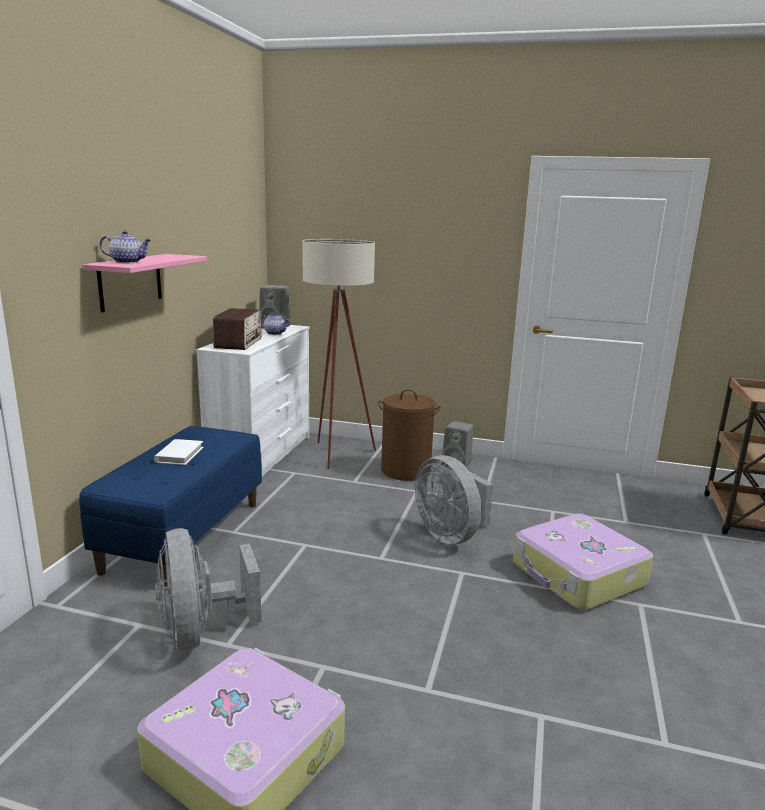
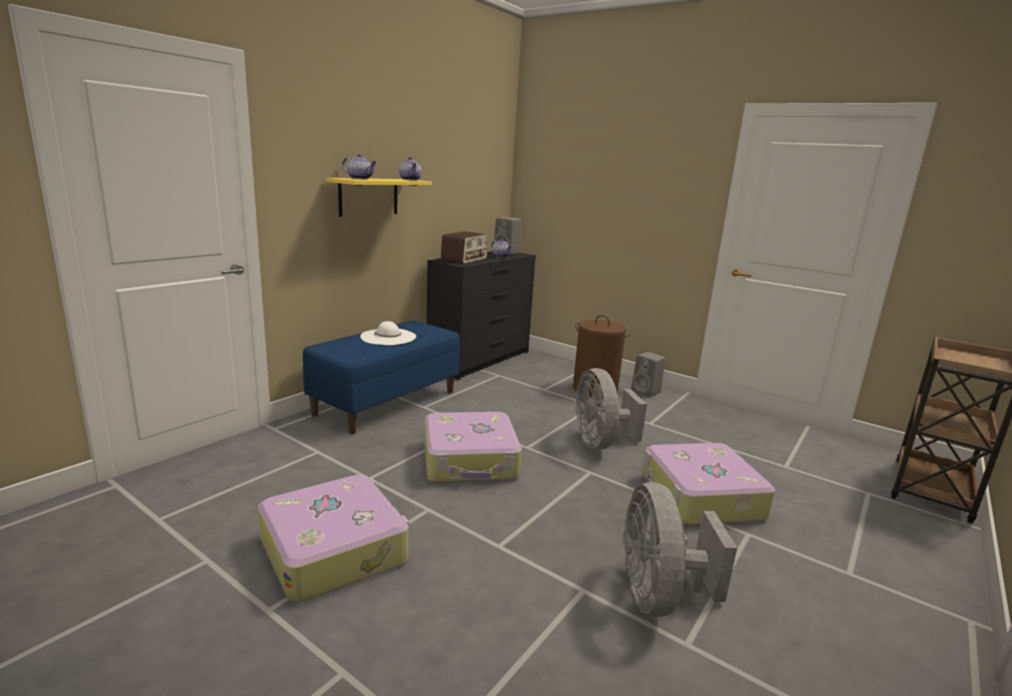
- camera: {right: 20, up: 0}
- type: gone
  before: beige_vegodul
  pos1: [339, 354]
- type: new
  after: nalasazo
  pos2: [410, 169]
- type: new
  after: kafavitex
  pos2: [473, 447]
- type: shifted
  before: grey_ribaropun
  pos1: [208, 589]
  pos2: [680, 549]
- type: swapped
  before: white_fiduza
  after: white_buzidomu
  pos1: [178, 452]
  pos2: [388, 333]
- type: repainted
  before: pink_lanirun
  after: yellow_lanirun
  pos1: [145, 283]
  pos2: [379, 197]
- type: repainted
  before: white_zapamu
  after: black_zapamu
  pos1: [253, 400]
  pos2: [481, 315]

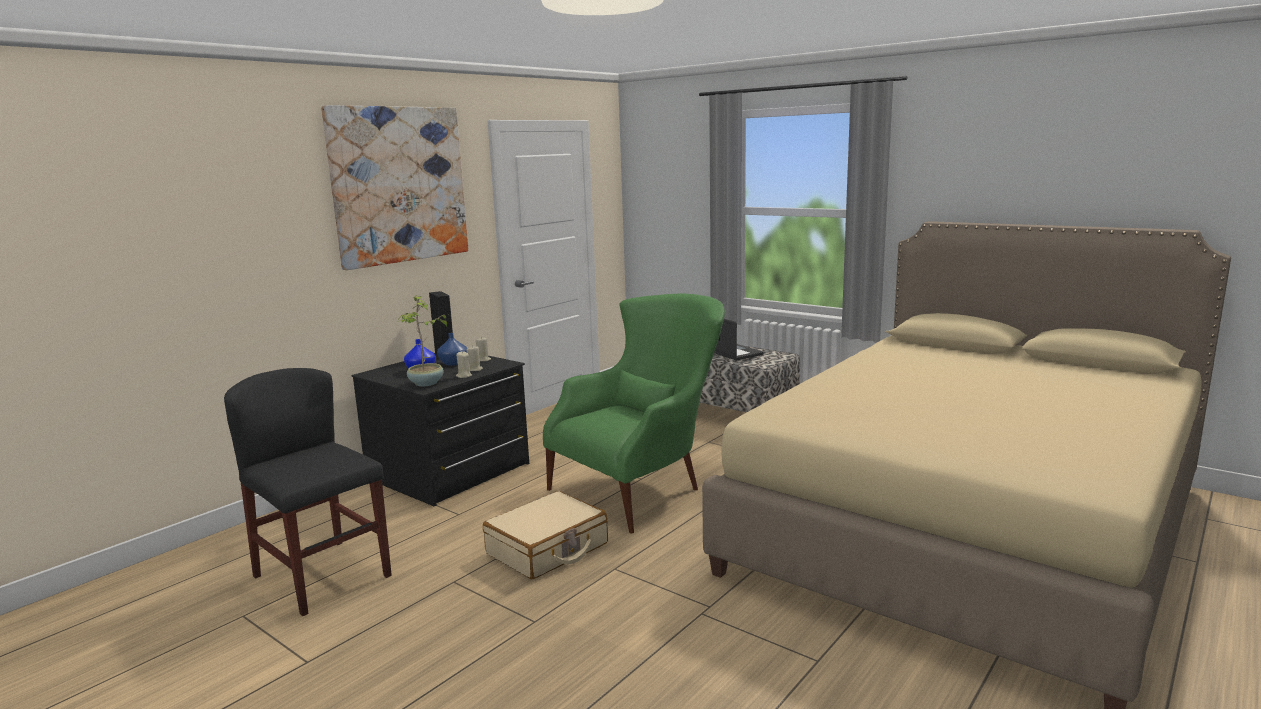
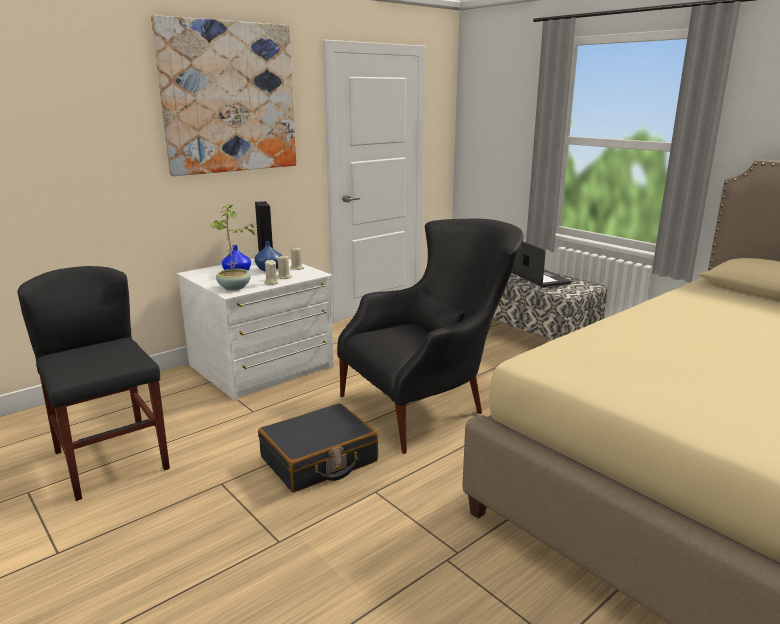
- camera: {right: 10, up: 5}
- type: repainted
  before: black_zapamu
  after: white_zapamu
  pos1: [440, 429]
  pos2: [255, 330]
- type: repainted
  before: beige_kafavitex
  after: black_kafavitex
  pos1: [545, 535]
  pos2: [318, 447]
- type: repainted
  before: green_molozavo
  after: black_molozavo
  pos1: [634, 413]
  pos2: [430, 336]

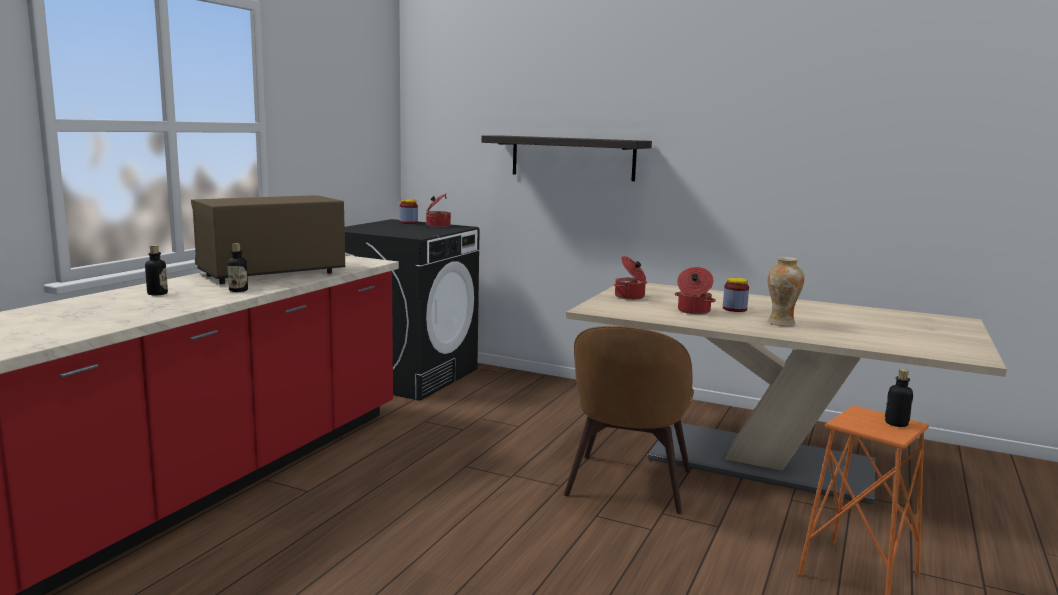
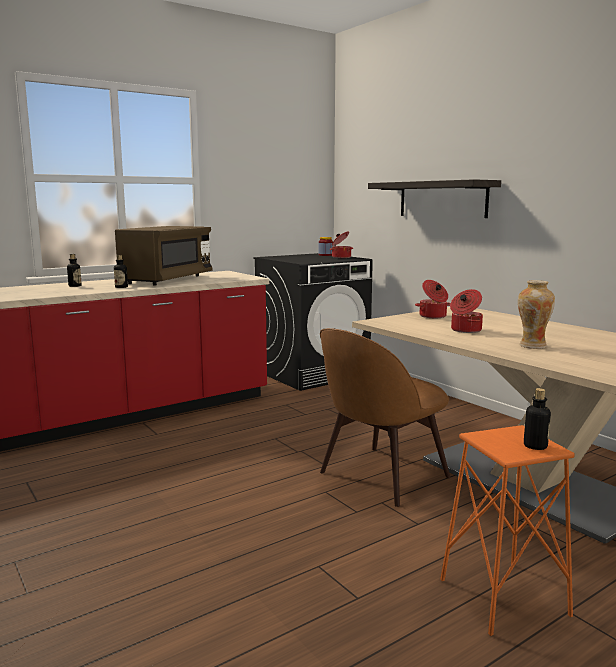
- camera: {right: 30, up: 0}
- type: gone
  before: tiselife
  pos1: [736, 295]
- type: rotated
  before: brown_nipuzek
  pos1: [268, 239]
  pos2: [163, 256]
  turn: 120

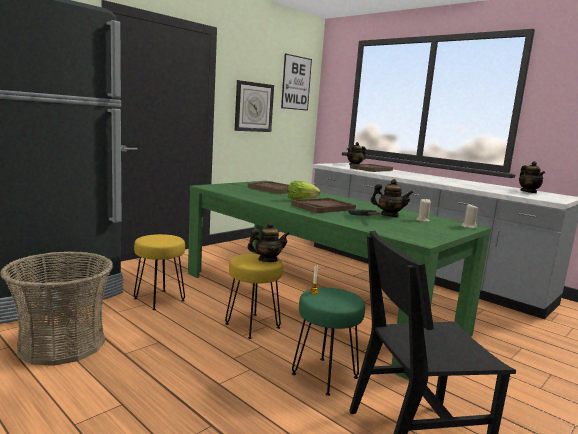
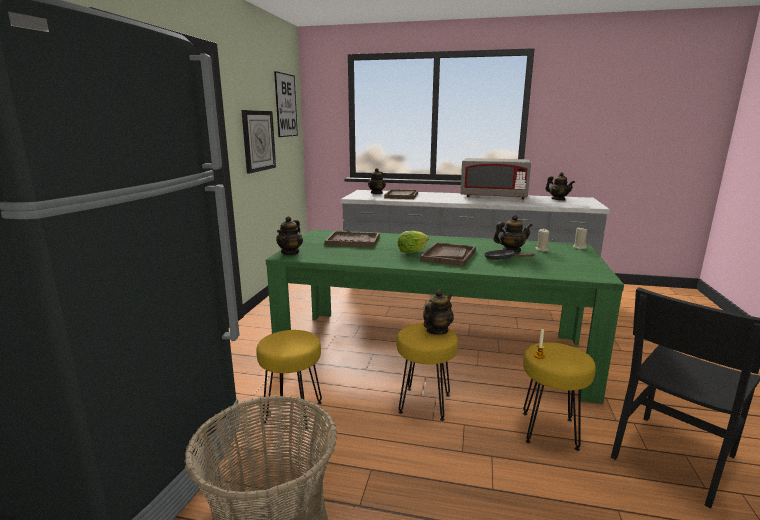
- camera: {right: -30, up: 5}
- type: new
  after: nalasazo
  pos2: [289, 235]
- type: new
  after: grey_nipuzek
  pos2: [495, 179]
- type: repainted
  before: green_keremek
  after: yellow_keremek
  pos1: [328, 341]
  pos2: [559, 396]

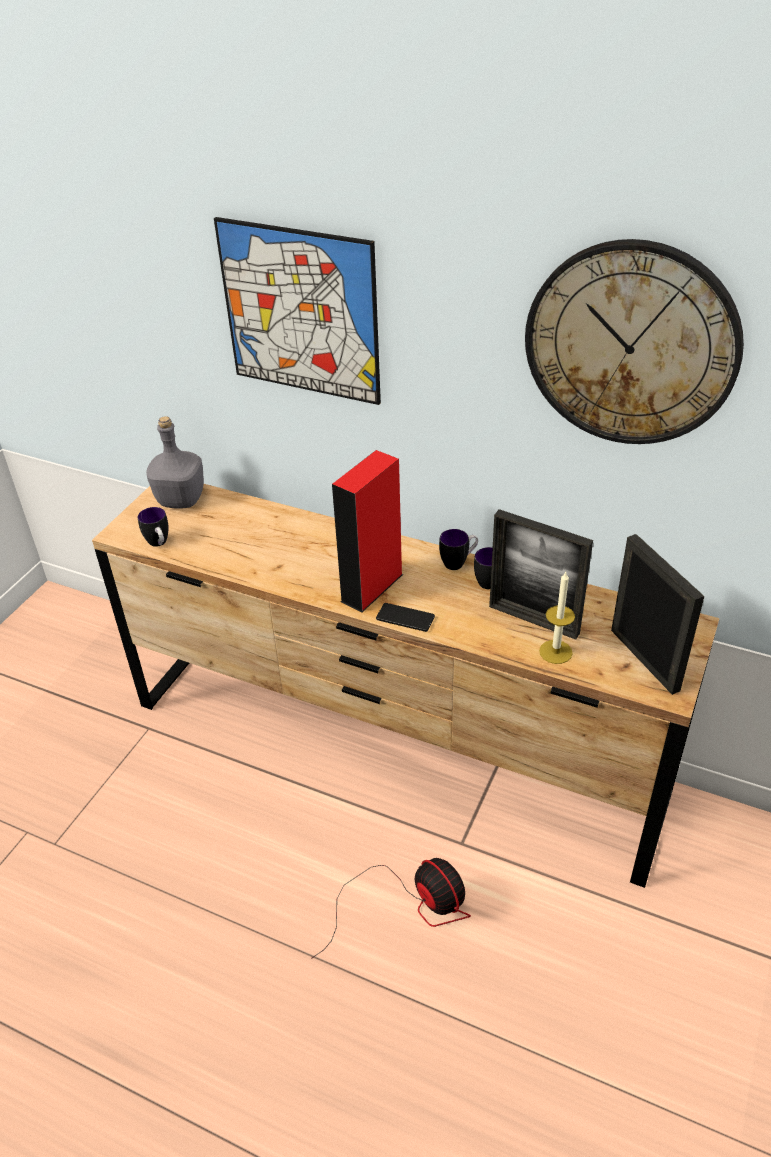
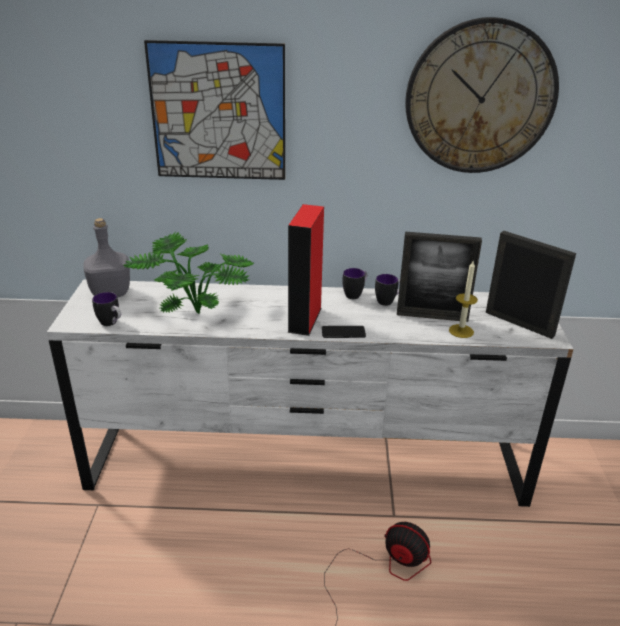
- camera: {right: -25, up: -10}
- type: new
  after: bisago
  pos2: [189, 273]
- type: repainted
  before: brown_zapamu
  after: white_zapamu
  pos1: [405, 686]
  pos2: [310, 393]

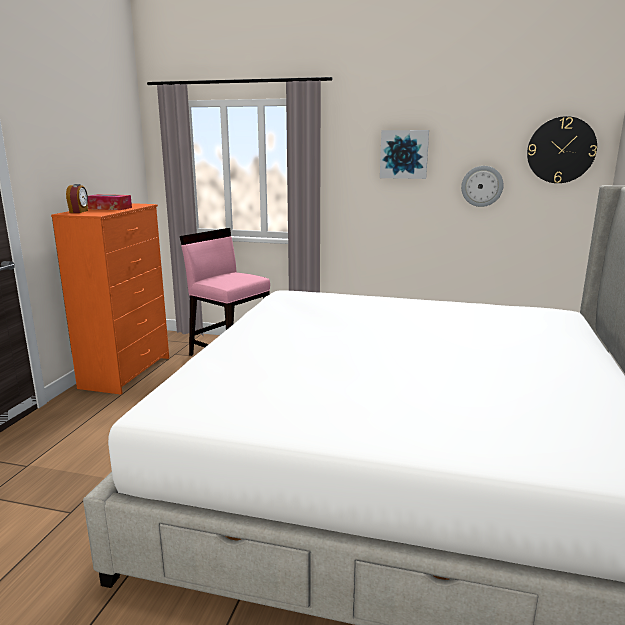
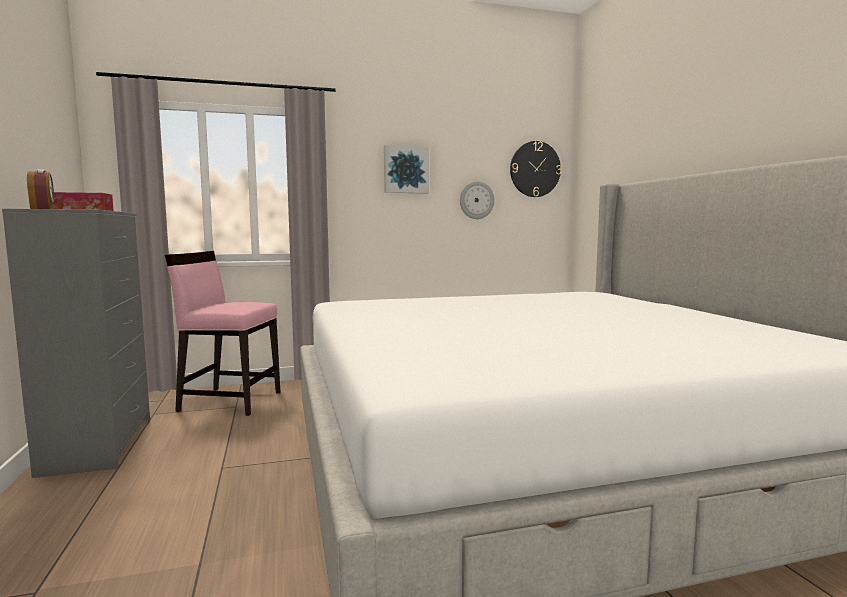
- camera: {right: -30, up: -10}
- type: repainted
  before: orange_zapamu
  after: grey_zapamu
  pos1: [110, 299]
  pos2: [76, 343]

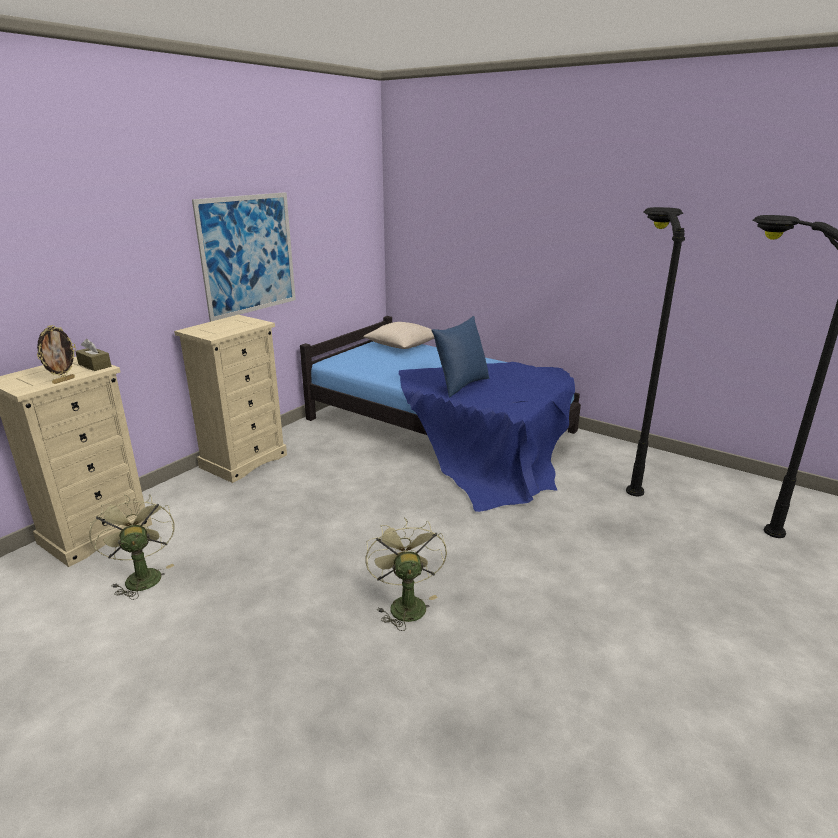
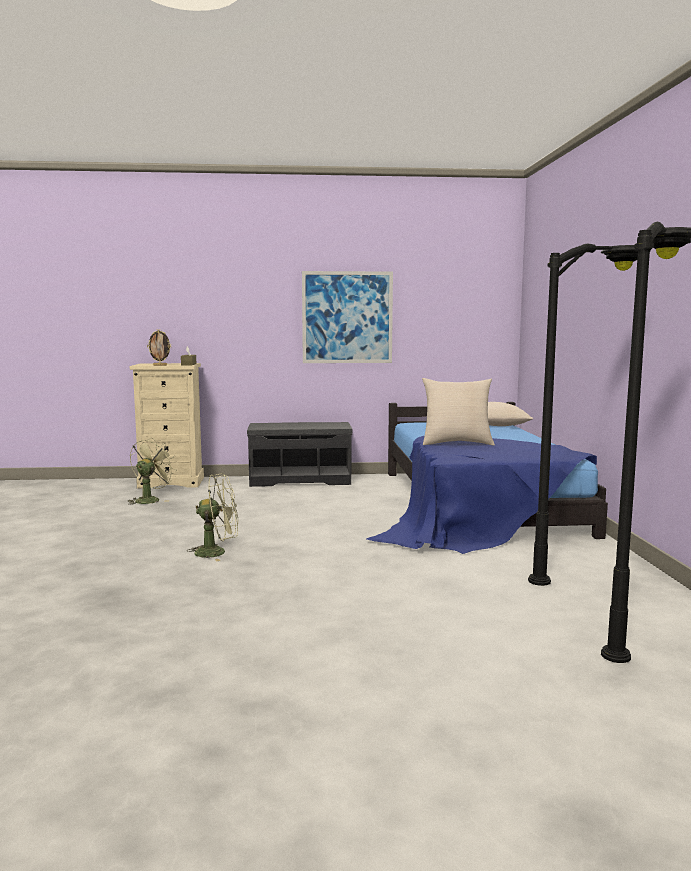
- camera: {right: 50, up: -15}
- type: swapped
  before: beige_zapamu
  after: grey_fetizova
  pos1: [230, 399]
  pos2: [300, 454]
- type: repainted
  before: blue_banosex
  after: beige_banosex
  pos1: [460, 356]
  pos2: [458, 411]
- type: rotated
  before: green_ribaropun
  pos1: [406, 574]
  pos2: [212, 517]
  turn: 45

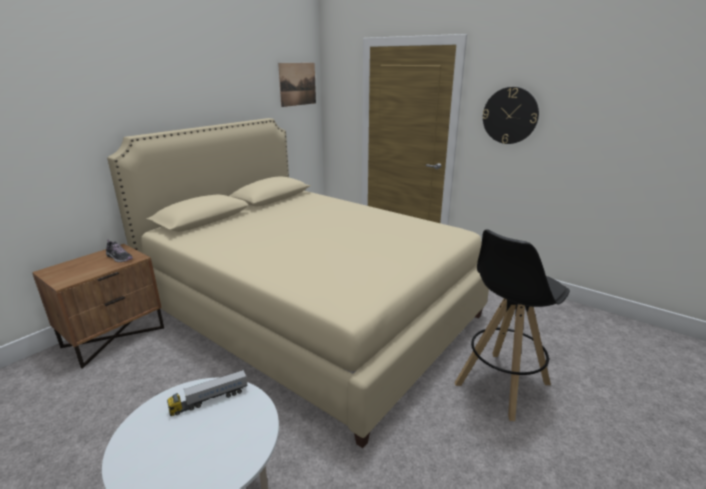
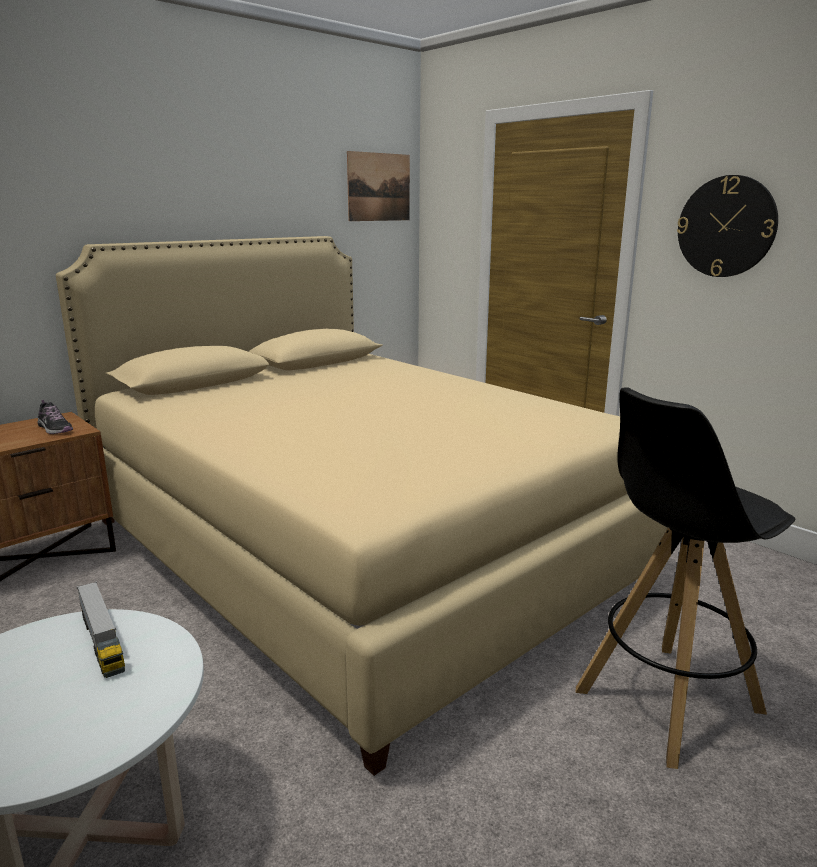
- camera: {right: 10, up: -5}
- type: rotated
  before: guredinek
  pos1: [207, 393]
  pos2: [101, 629]
  turn: -105

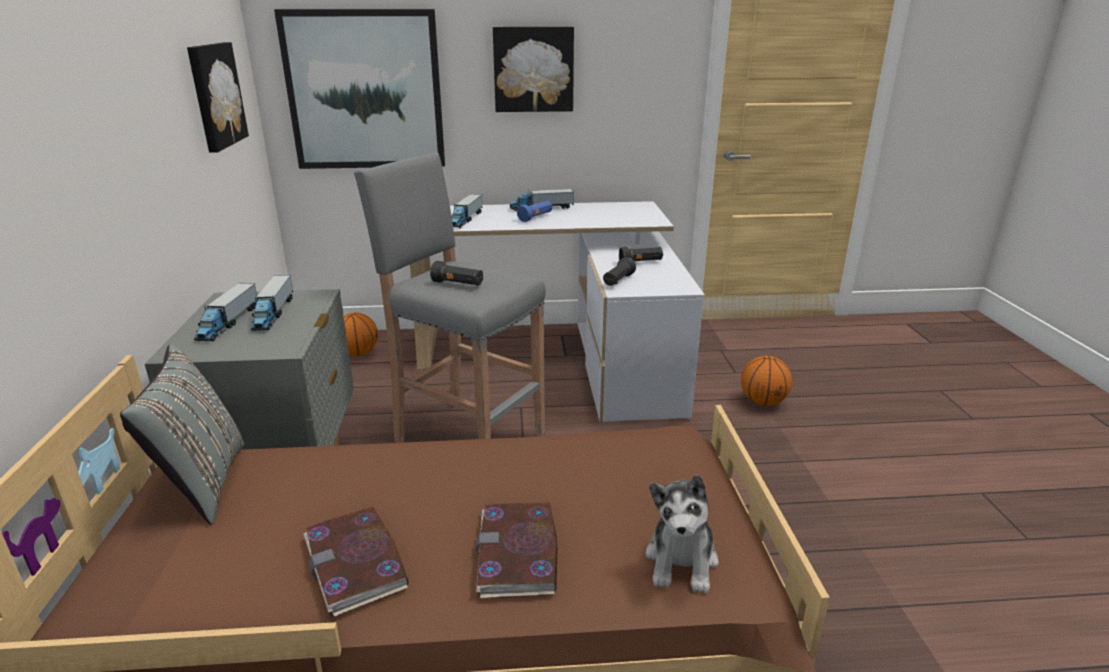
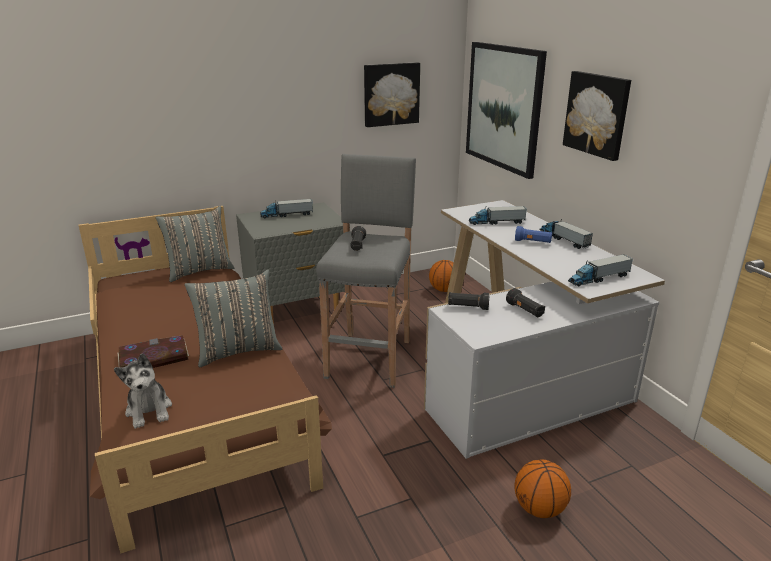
- camera: {right: 70, up: 0}
- type: gone
  before: fiduza
  pos1: [356, 562]
- type: new
  after: grey_banosex
  pos2: [233, 318]
- type: shifted
  before: guredinek
  pos1: [272, 303]
  pos2: [600, 270]
- type: rotated
  before: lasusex
  pos1: [682, 534]
  pos2: [143, 391]
  turn: -105

